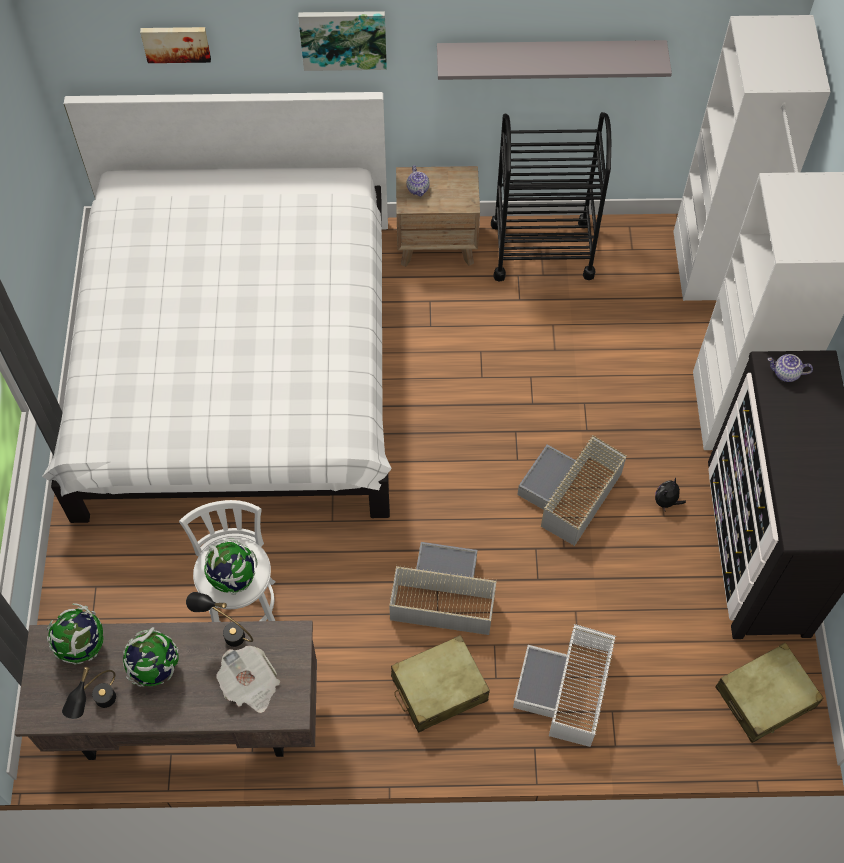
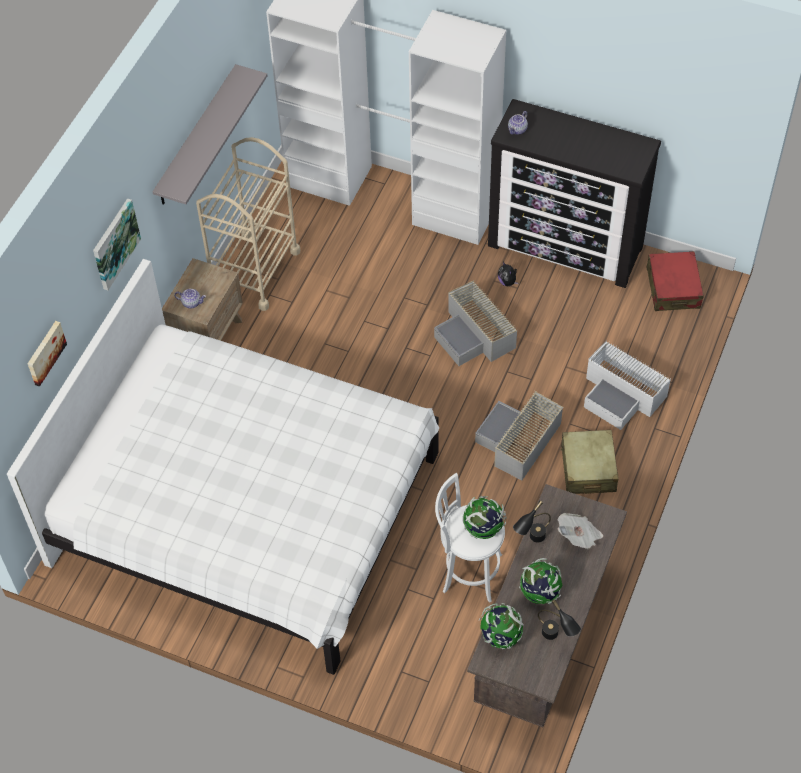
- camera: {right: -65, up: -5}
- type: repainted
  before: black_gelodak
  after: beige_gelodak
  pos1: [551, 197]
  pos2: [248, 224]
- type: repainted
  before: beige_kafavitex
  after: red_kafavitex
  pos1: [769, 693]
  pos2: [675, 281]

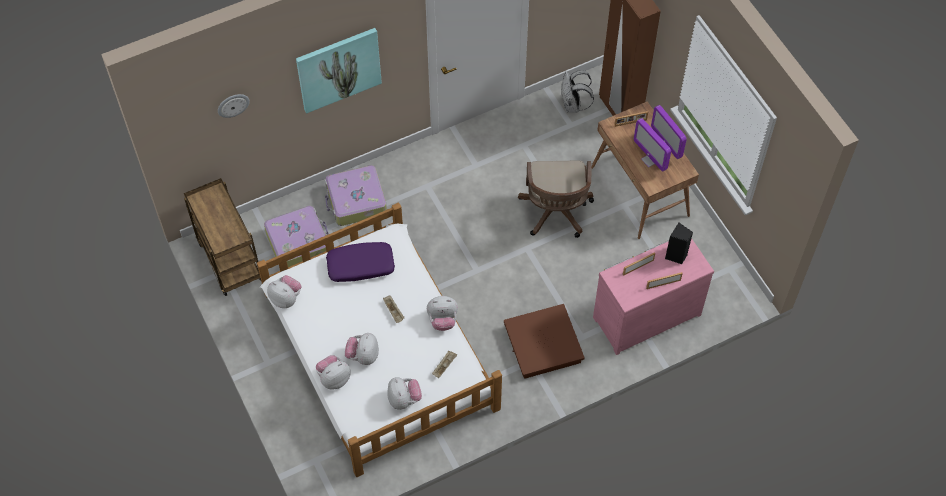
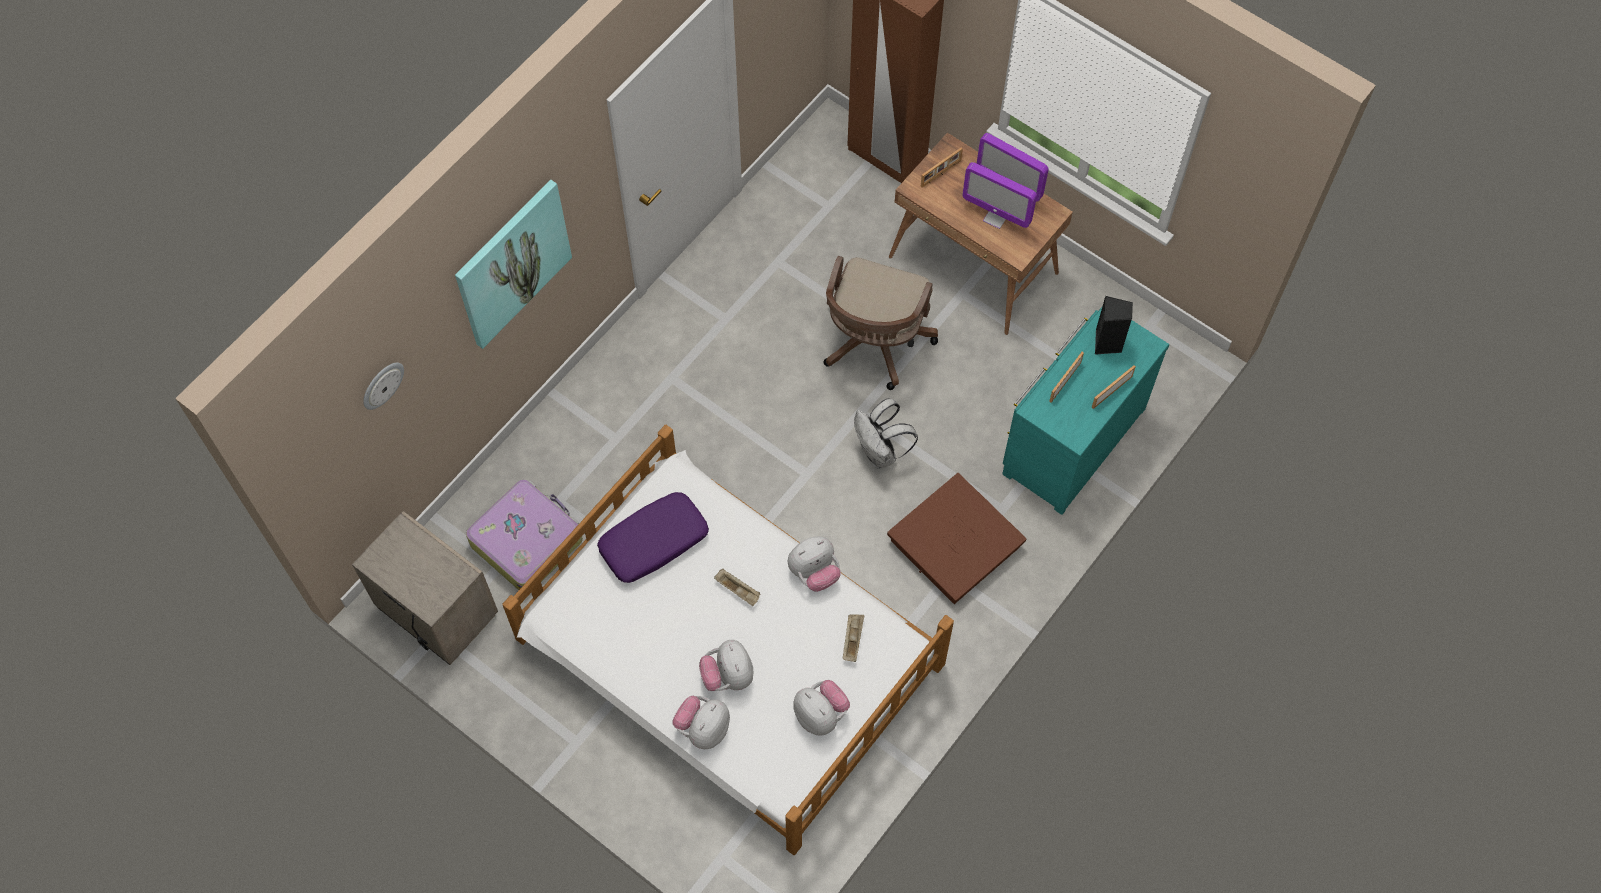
- camera: {right: -25, up: 5}
- type: gone
  before: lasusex
  pos1: [284, 291]
- type: gone
  before: kafavitex
  pos1: [356, 195]
- type: shifted
  before: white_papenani
  pos1: [577, 91]
  pos2: [886, 434]
- type: swapped
  before: brown_gelodak
  after: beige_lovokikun
  pos1: [222, 237]
  pos2: [425, 588]
- type: repainted
  before: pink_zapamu
  after: turquoise_zapamu
  pos1: [653, 296]
  pos2: [1085, 411]
- type: rotated
  before: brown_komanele
  pos1: [556, 199]
  pos2: [881, 323]
  turn: 45

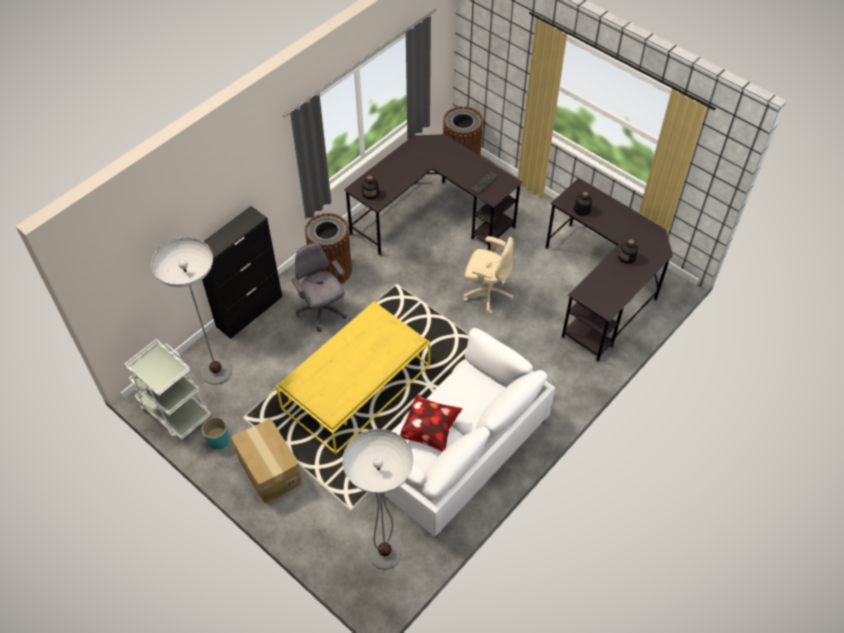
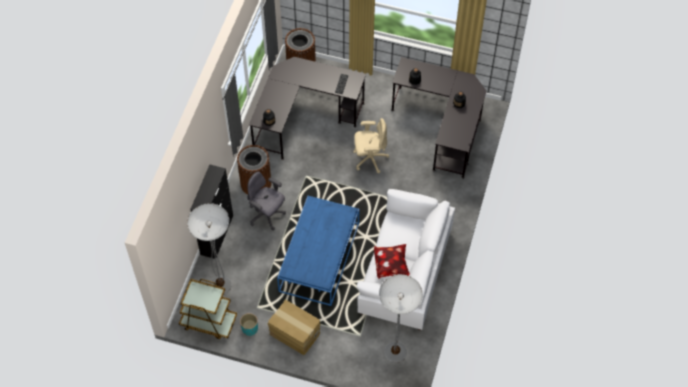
- camera: {right: -25, up: 5}
- type: repainted
  before: white_gelodak
  after: brown_gelodak
  pos1: [168, 389]
  pos2: [208, 309]
- type: repainted
  before: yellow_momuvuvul
  after: blue_momuvuvul
  pos1: [353, 377]
  pos2: [318, 251]

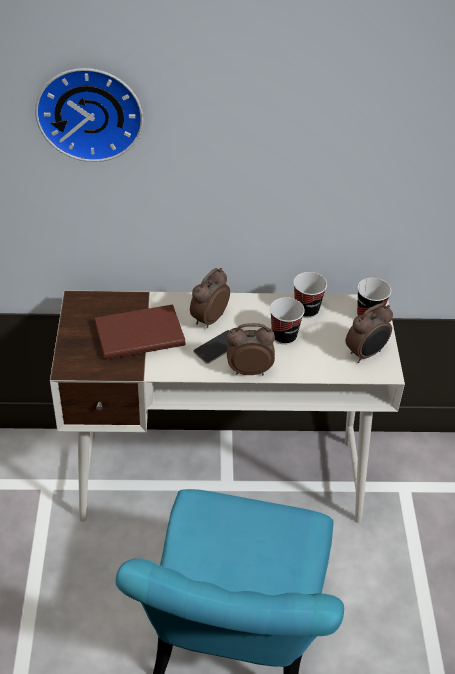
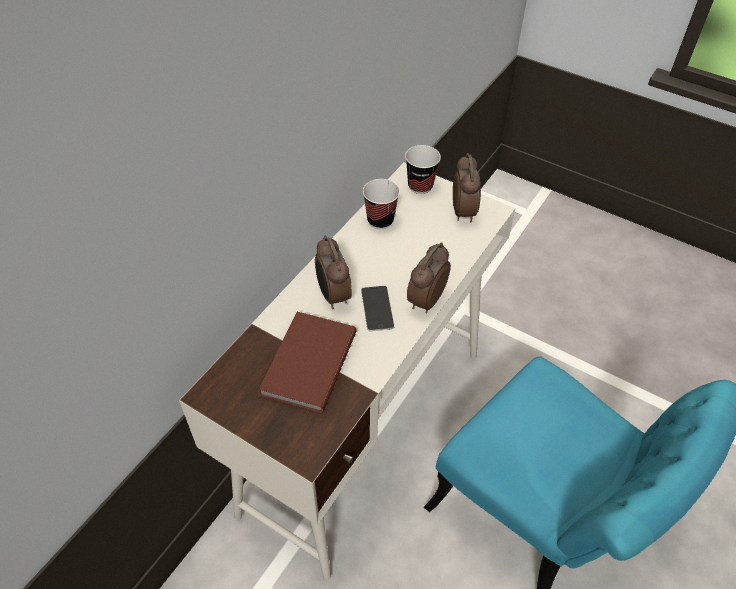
- camera: {right: -55, up: 5}
- type: gone
  before: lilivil
  pos1: [89, 115]
- type: gone
  before: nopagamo
  pos1: [287, 321]

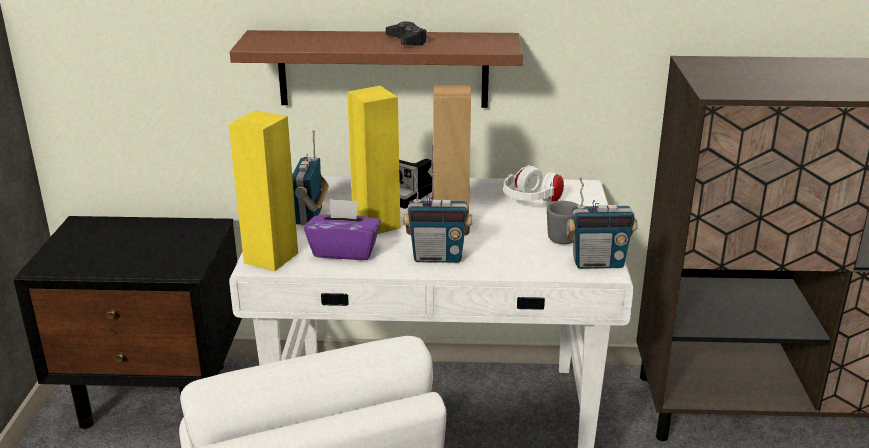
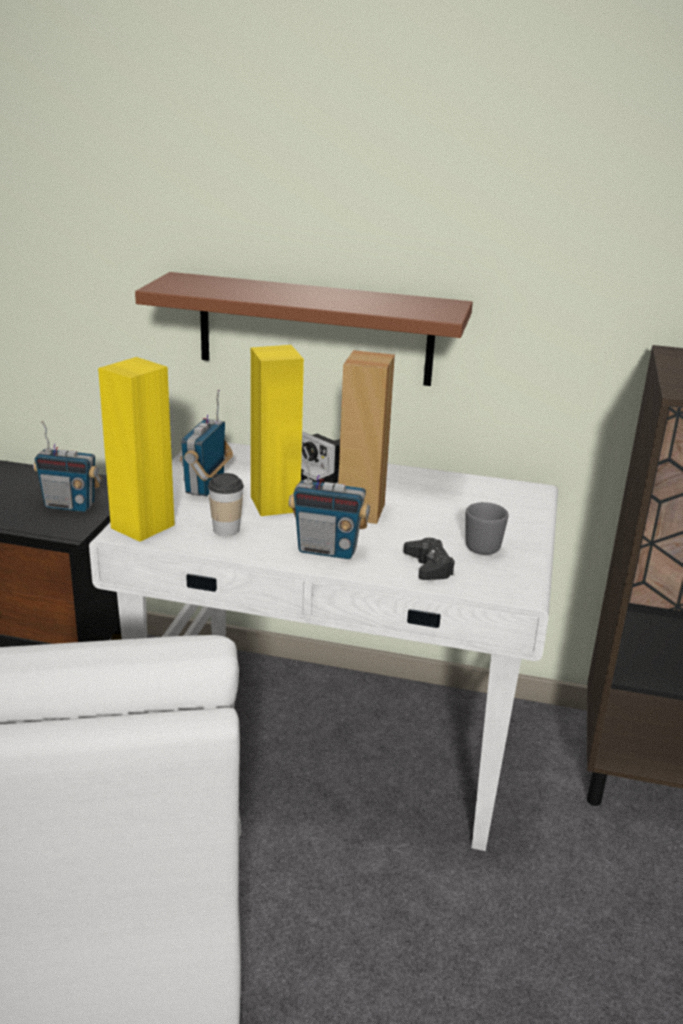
- camera: {right: 10, up: 0}
- type: gone
  before: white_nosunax
  pos1: [533, 184]
- type: shifted
  before: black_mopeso
  pos1: [407, 33]
  pos2: [429, 559]
- type: shifted
  before: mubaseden
  pos1: [602, 223]
  pos2: [67, 466]
- type: swapped
  before: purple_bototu
  after: nopagamo
  pos1: [342, 229]
  pos2: [226, 504]

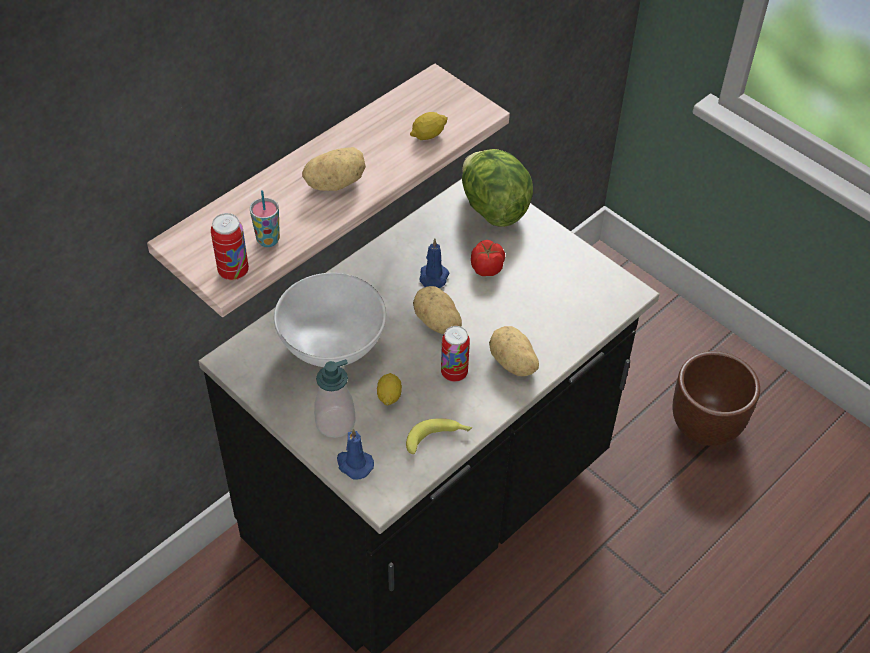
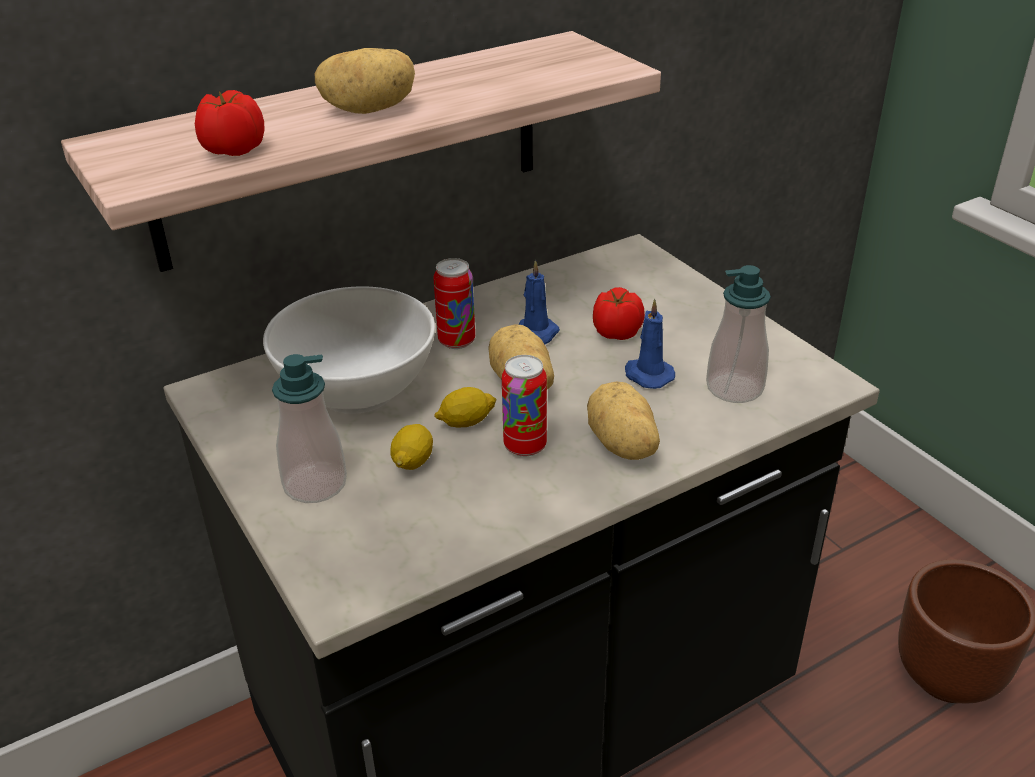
- camera: {right: 15, up: -15}
- type: gone
  before: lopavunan
  pos1: [439, 436]
- type: gone
  before: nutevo
  pos1: [497, 188]
- type: new
  after: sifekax
  pos2: [738, 334]
- type: shifted
  before: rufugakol
  pos1: [230, 247]
  pos2: [454, 303]
- type: shifted
  before: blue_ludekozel
  pos1: [355, 453]
  pos2: [650, 344]
- type: shifted
  before: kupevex
  pos1: [429, 126]
  pos2: [465, 407]
- type: swapped
  before: nopagamo
  after: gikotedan
  pos1: [265, 218]
  pos2: [230, 123]

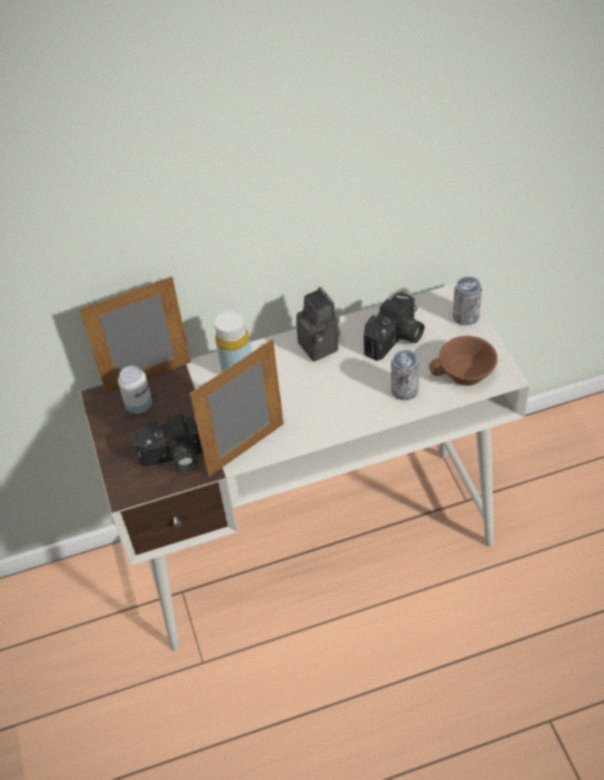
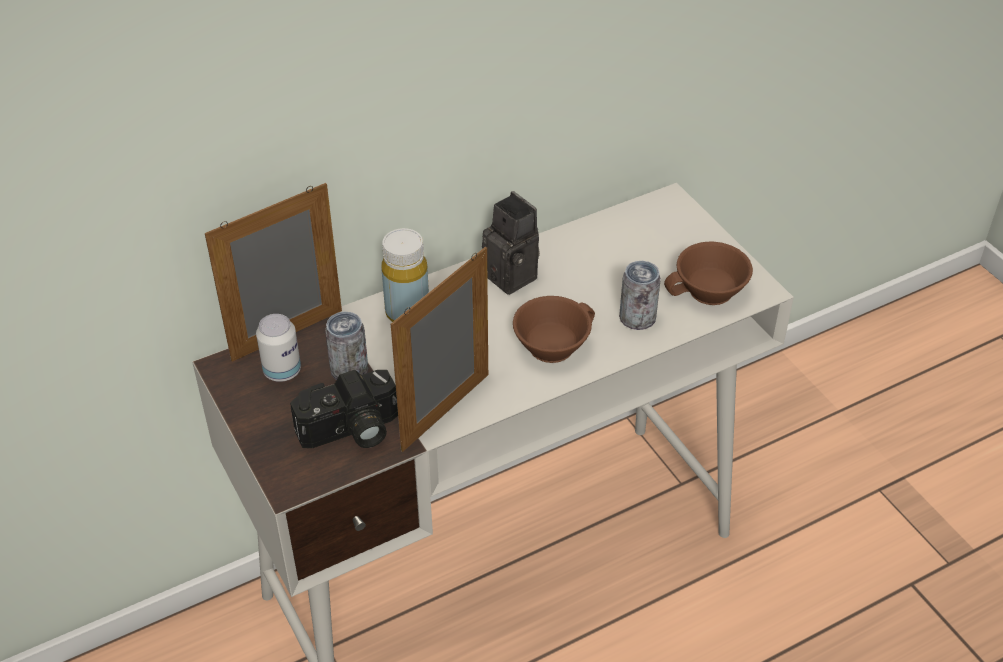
- camera: {right: -15, up: -5}
- type: gone
  before: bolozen
  pos1: [394, 326]
- type: new
  after: brown_nopagamo
  pos2: [554, 329]
- type: shifted
  before: rufugakol
  pos1: [467, 301]
  pos2: [346, 345]

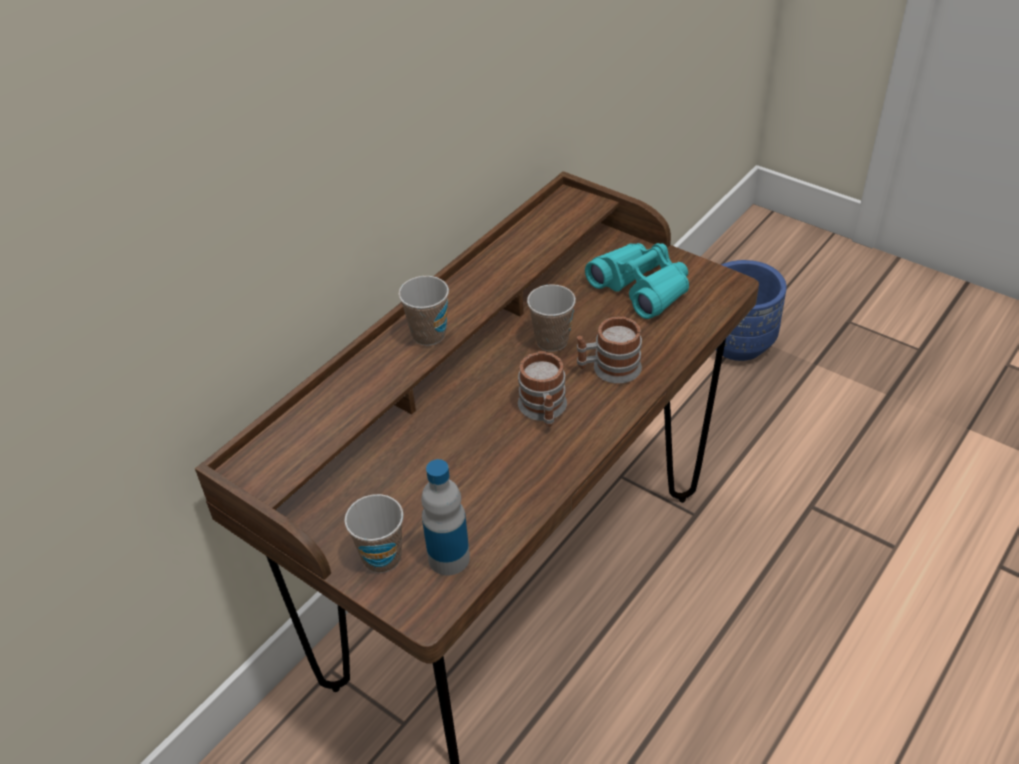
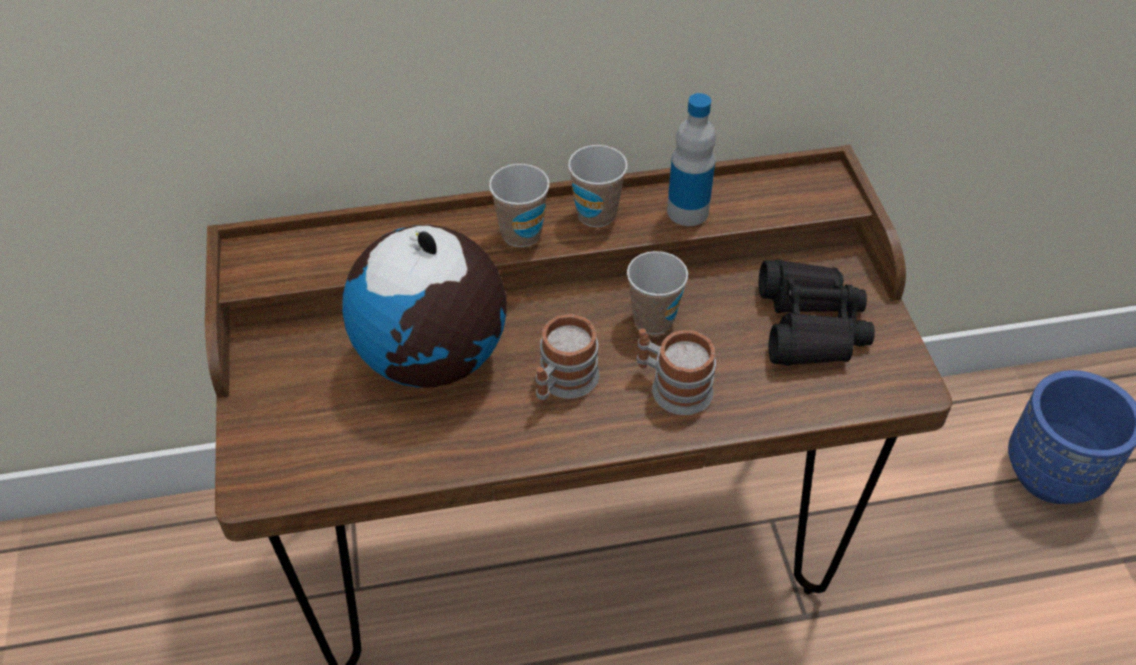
- camera: {right: 40, up: 5}
- type: new
  after: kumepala
  pos2: [424, 306]
- type: shifted
  before: nopagamo
  pos1: [373, 533]
  pos2: [598, 186]
- type: shifted
  before: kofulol
  pos1: [445, 517]
  pos2: [691, 159]
- type: repainted
  before: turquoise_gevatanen
  after: black_gevatanen
  pos1: [637, 281]
  pos2: [817, 312]

